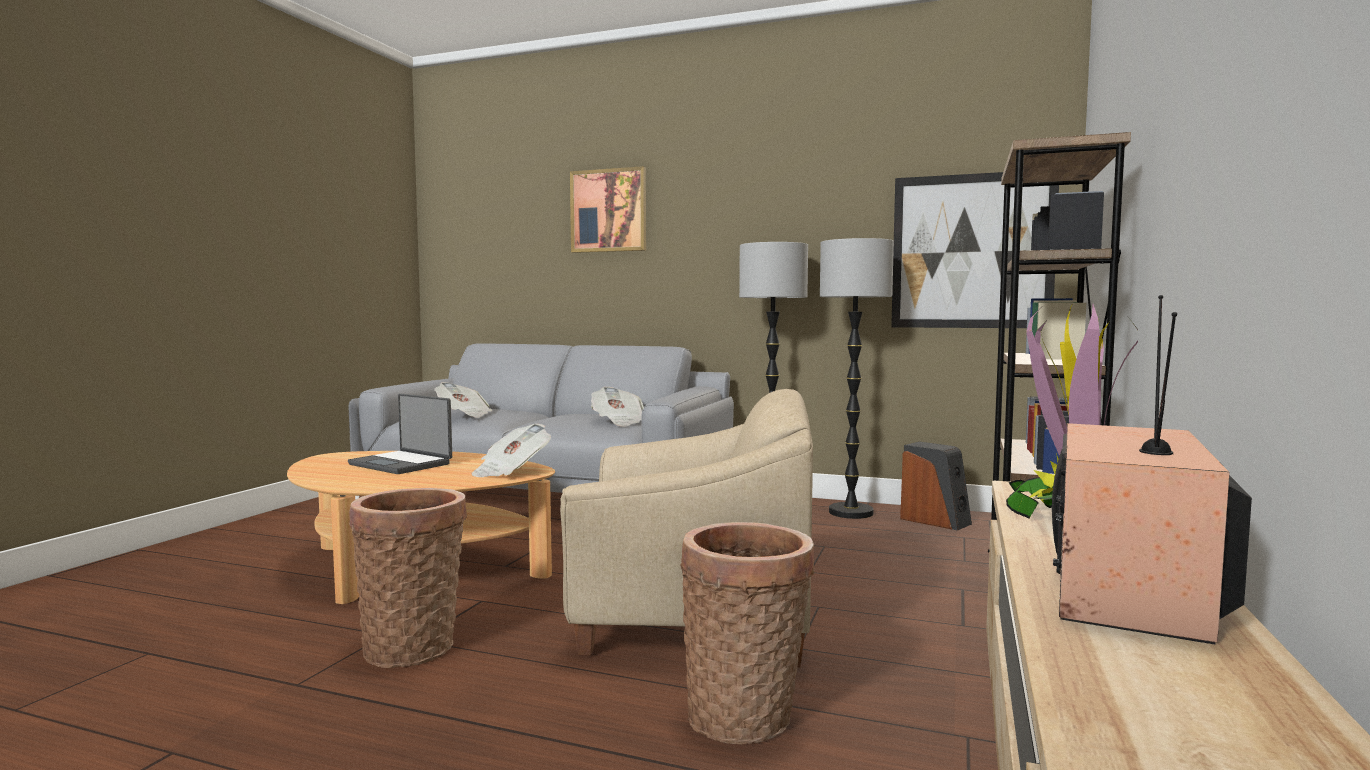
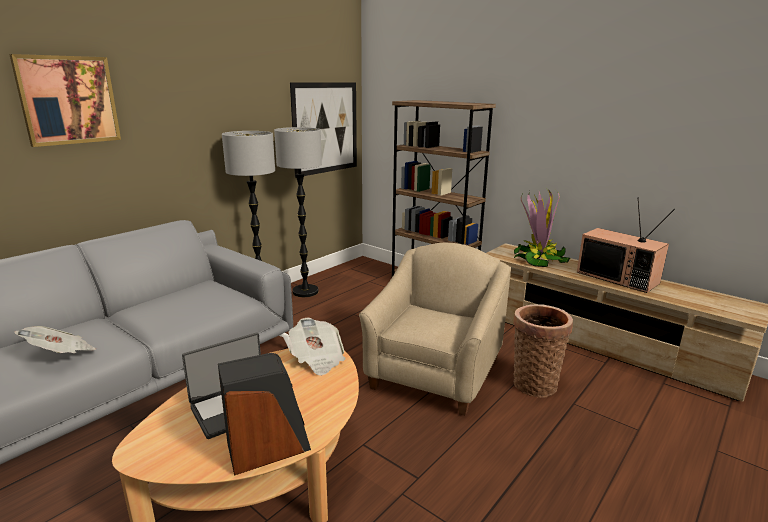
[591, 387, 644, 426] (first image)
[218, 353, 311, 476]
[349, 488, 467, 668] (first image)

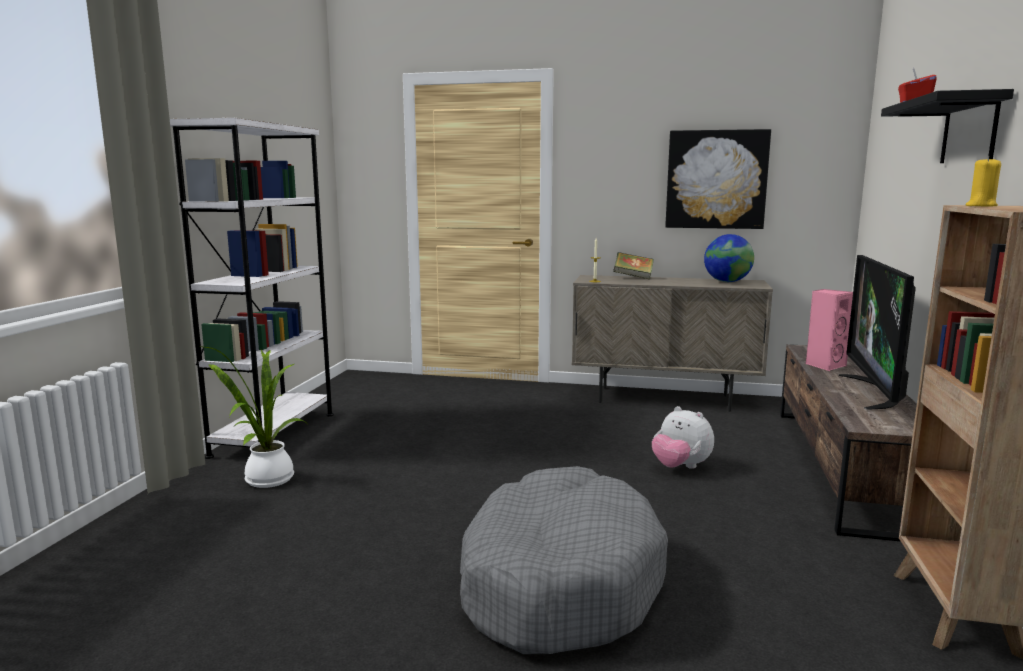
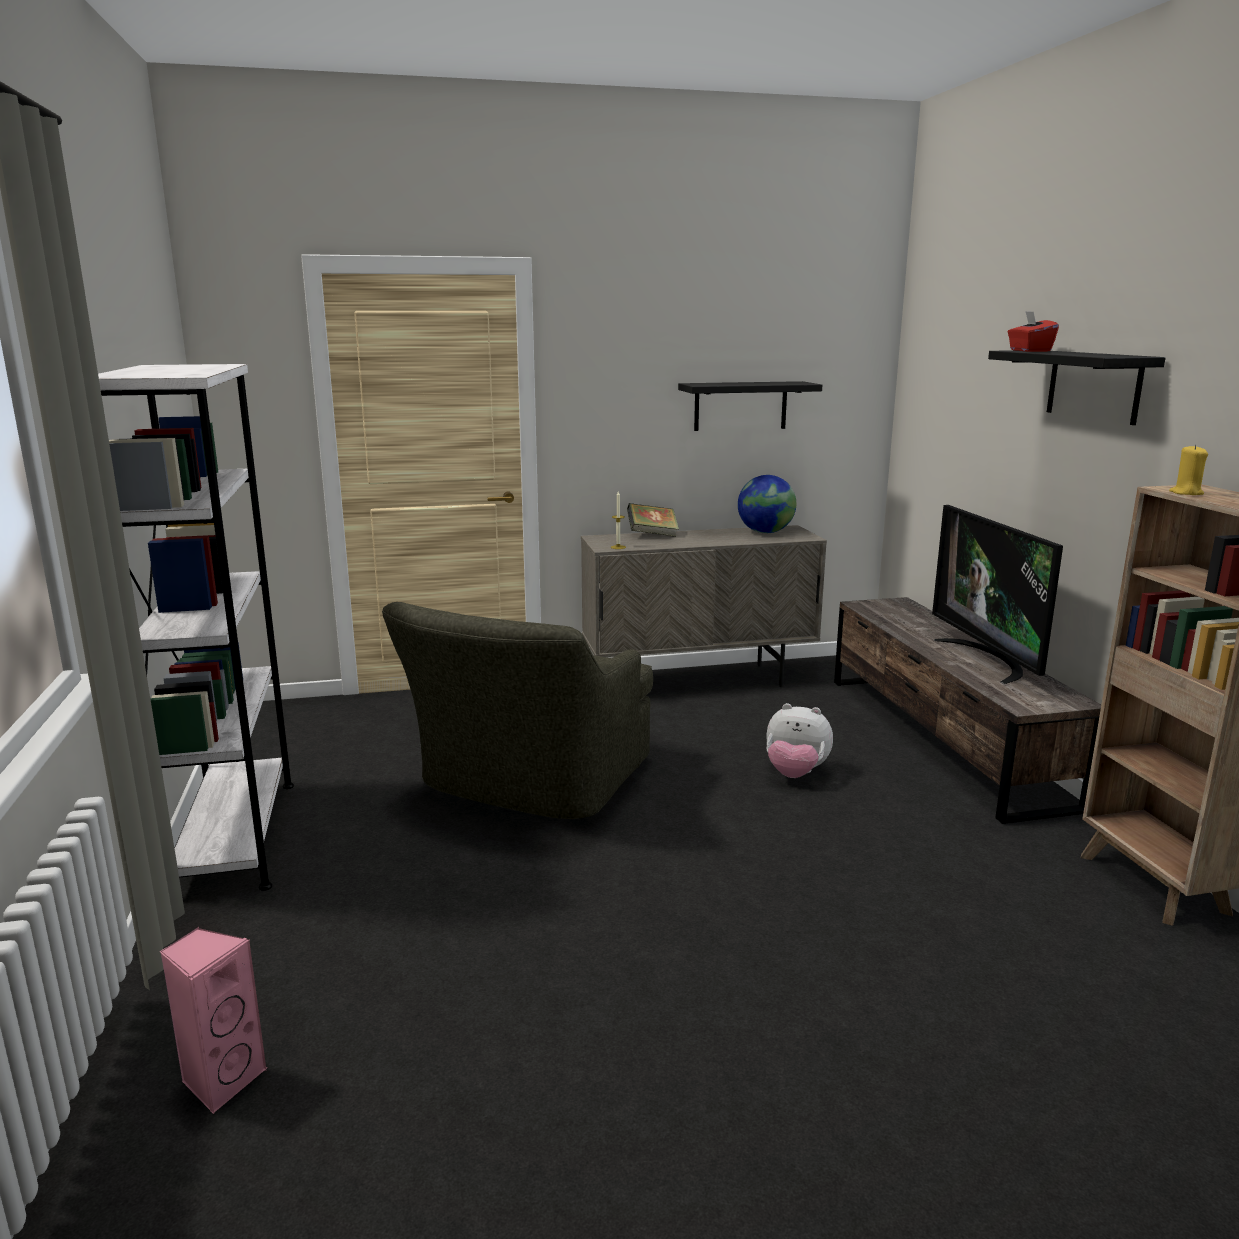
[678, 381, 822, 431]
[159, 927, 267, 1113]
[199, 346, 308, 488] (first image)
[460, 466, 668, 654] (first image)
[382, 602, 653, 819]

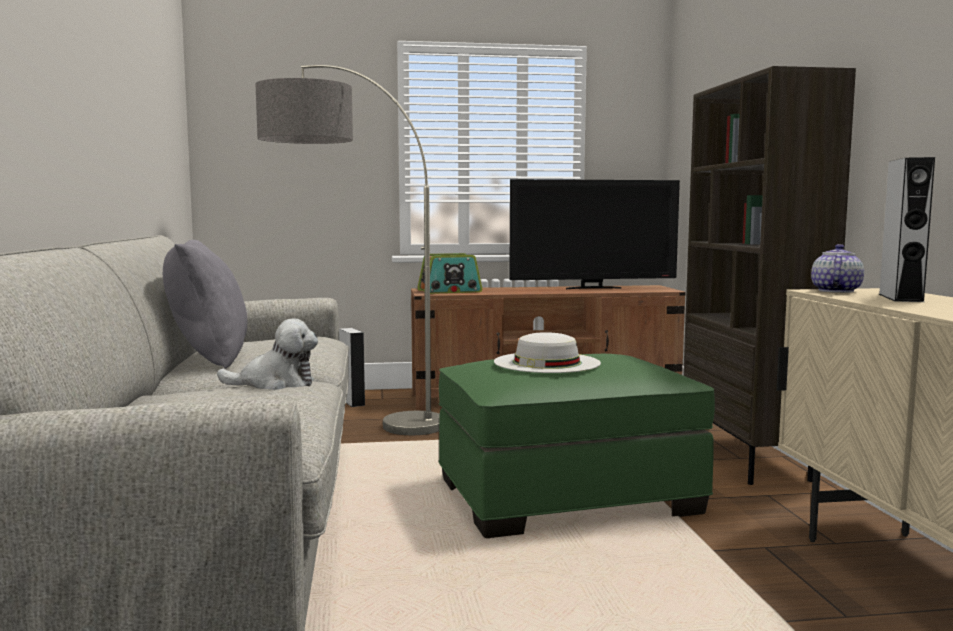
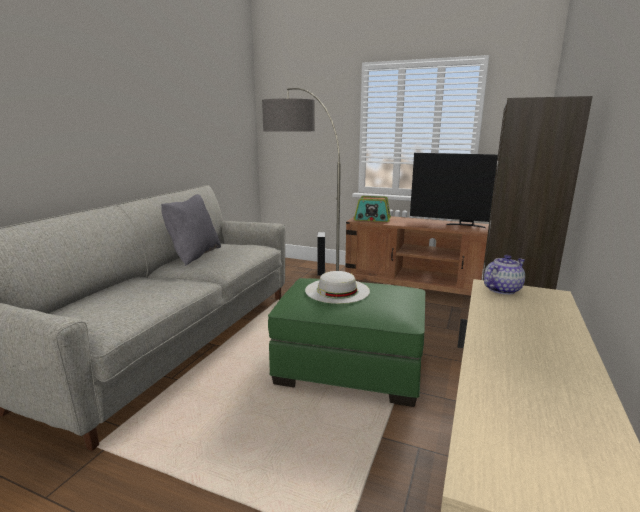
[879, 157, 935, 302] (first image)
[217, 319, 318, 390] (first image)

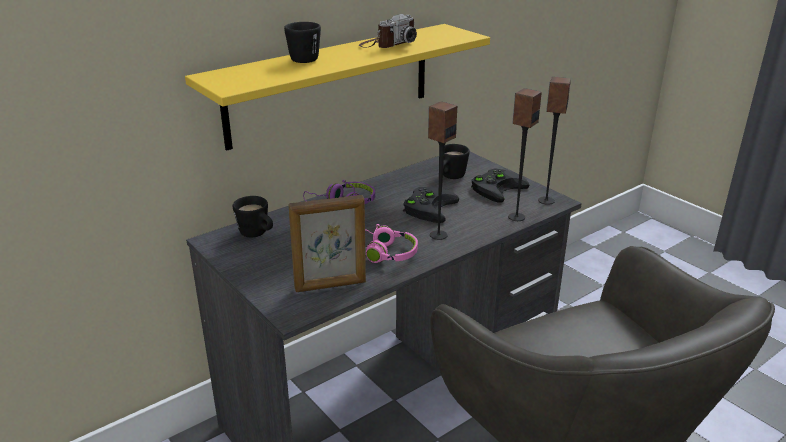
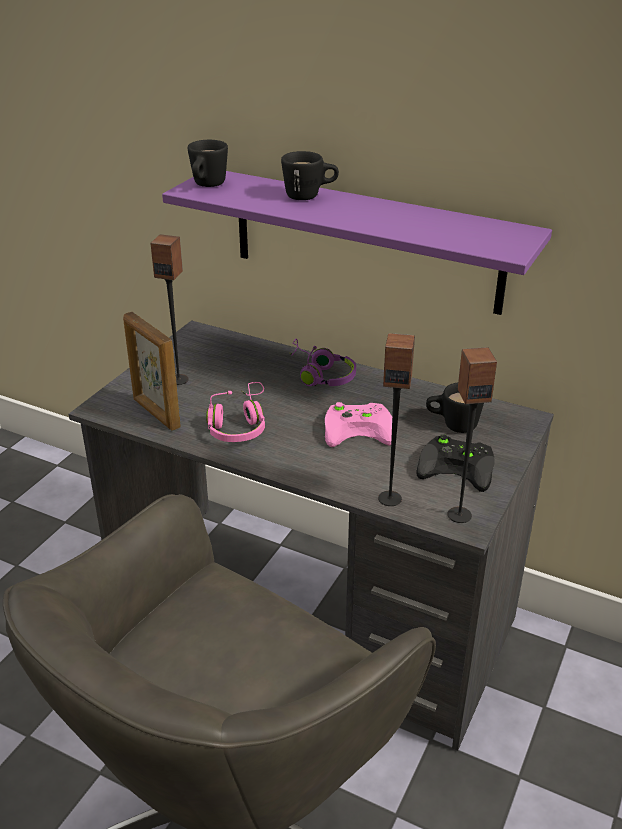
[359, 14, 417, 48] (first image)
[162, 171, 552, 315]
[150, 234, 189, 385]
[325, 402, 392, 447]
[188, 140, 228, 187]

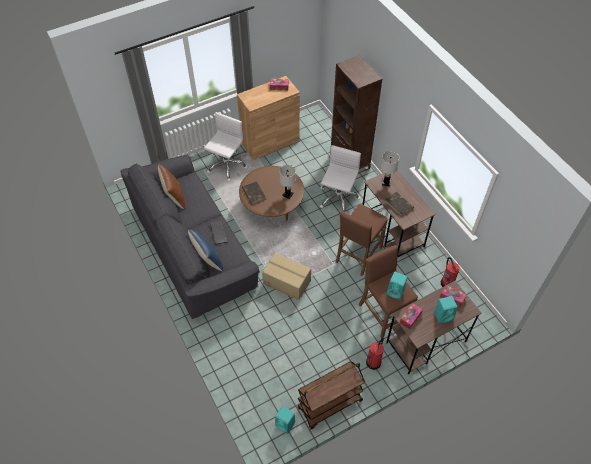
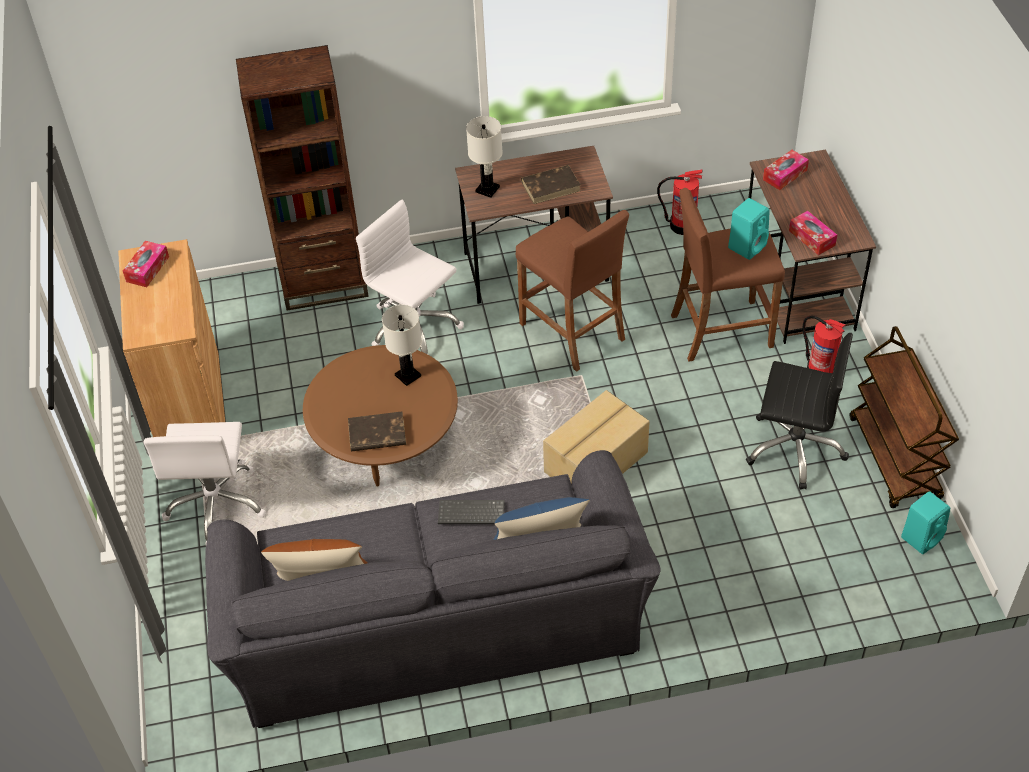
[143, 422, 266, 544]
[434, 296, 458, 324] (first image)
[746, 333, 853, 490]

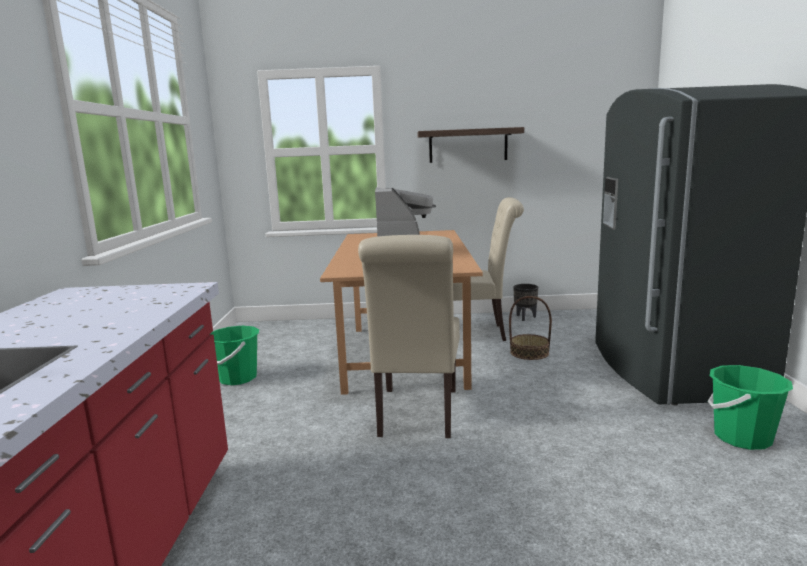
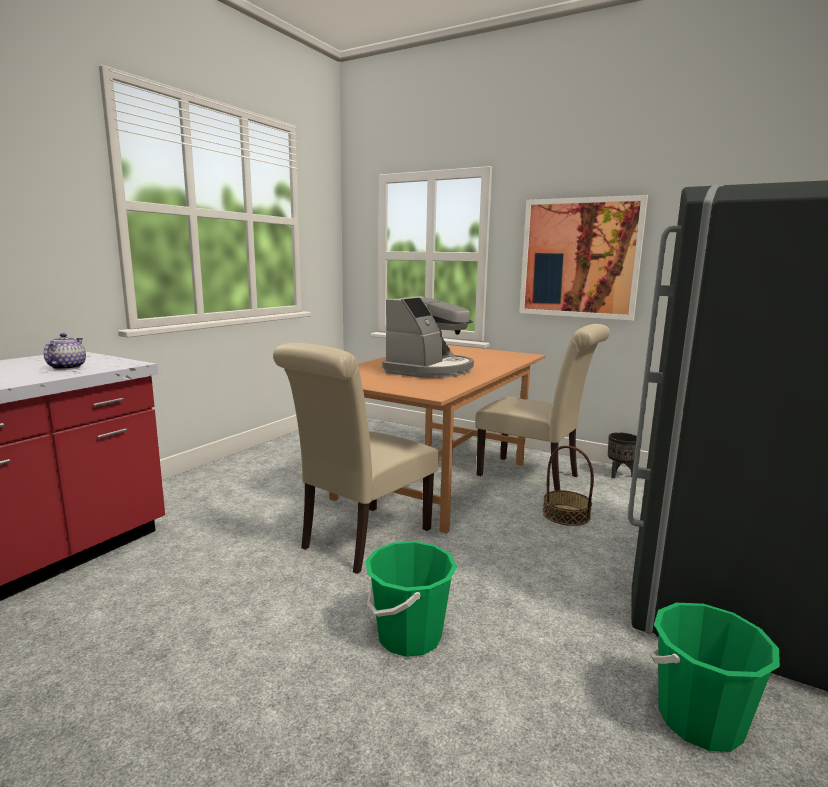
[519, 195, 648, 321]
[365, 541, 457, 657]
[44, 333, 86, 370]

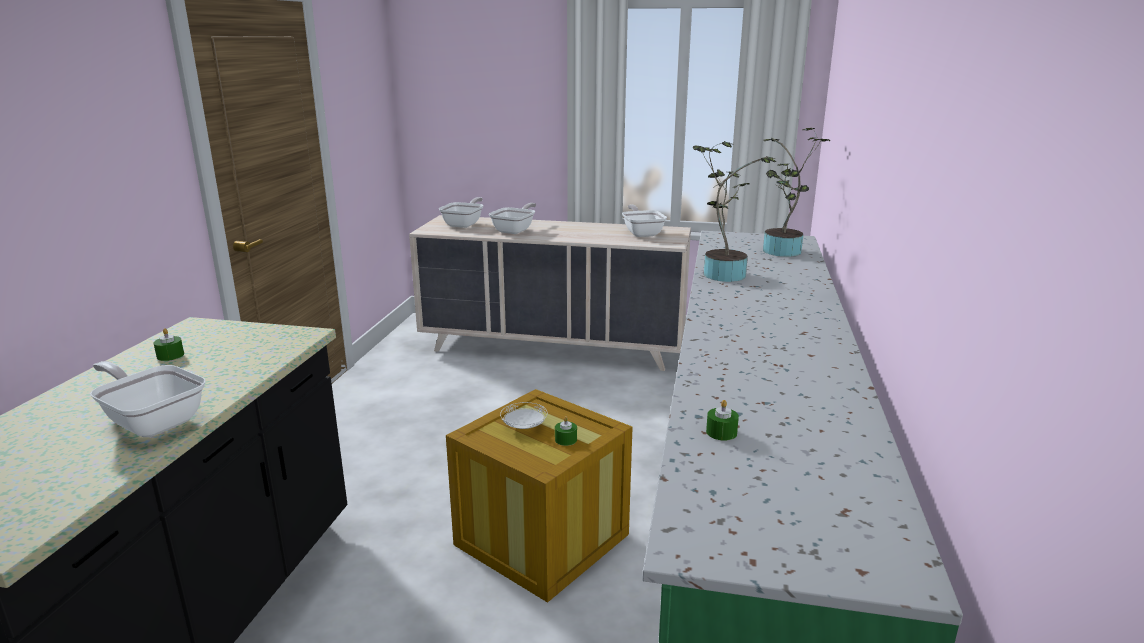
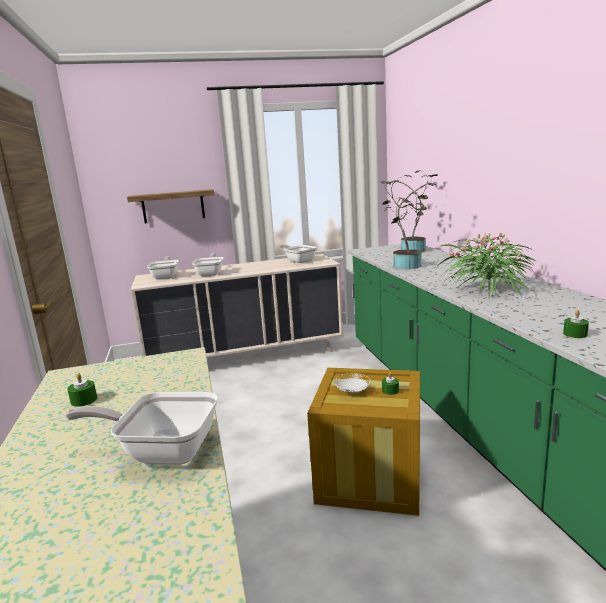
[127, 189, 214, 223]
[439, 232, 537, 298]

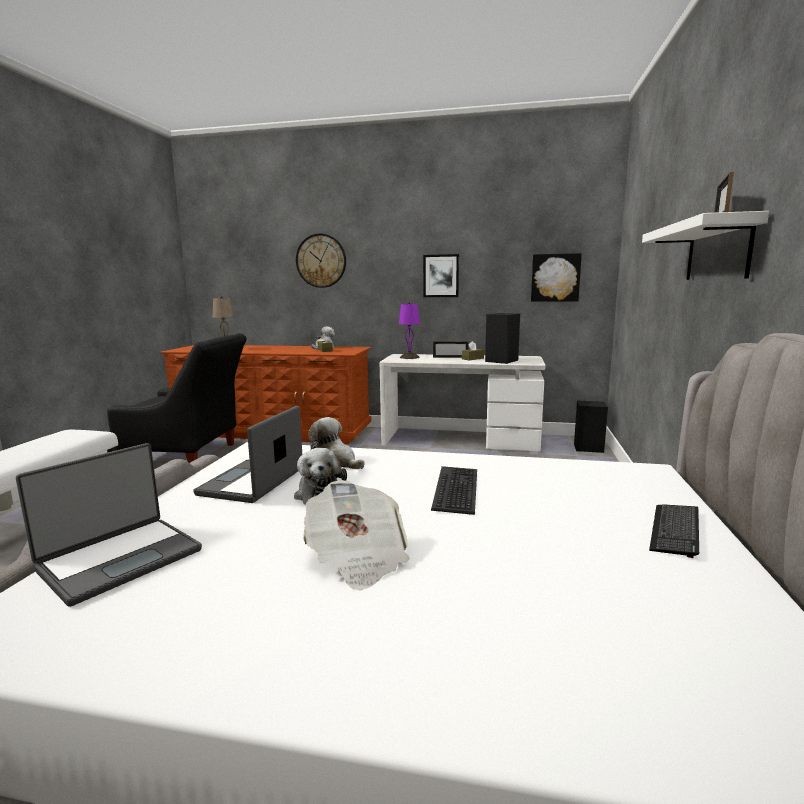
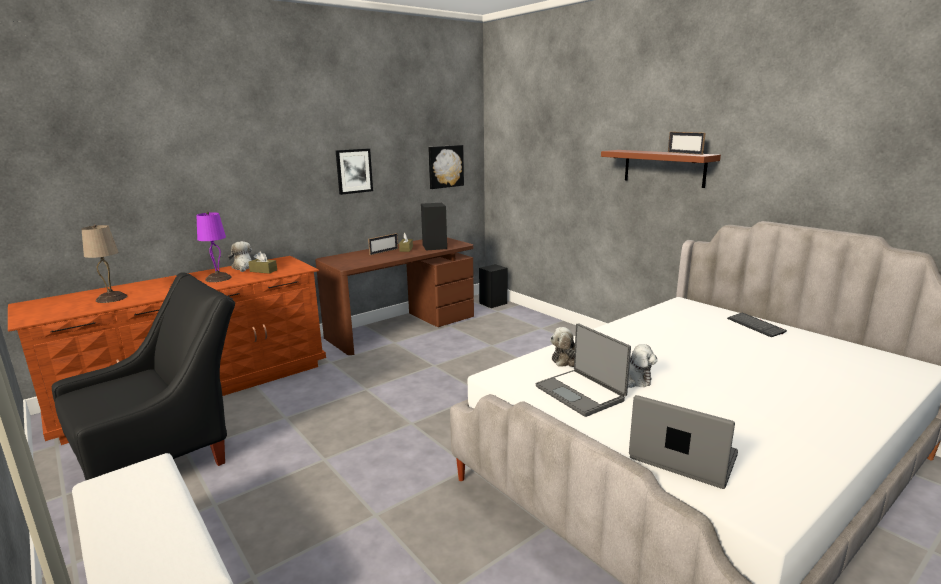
[601, 150, 721, 188]
[296, 233, 346, 288] (first image)
[196, 212, 232, 282]
[315, 237, 474, 355]
[629, 395, 738, 489]
[431, 466, 477, 515] (first image)
[303, 480, 410, 591] (first image)

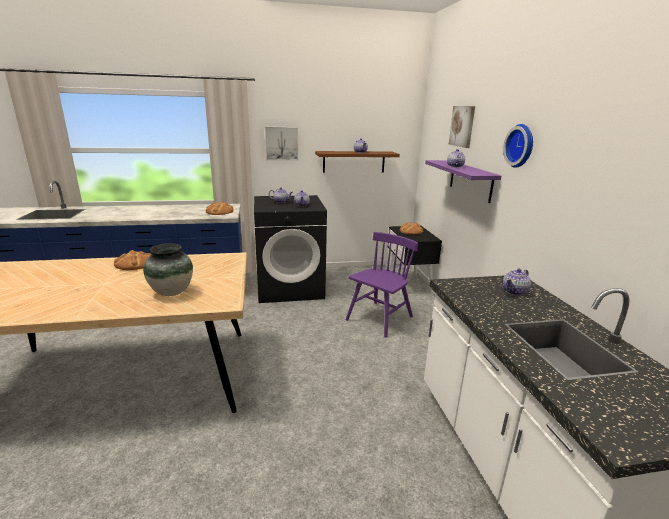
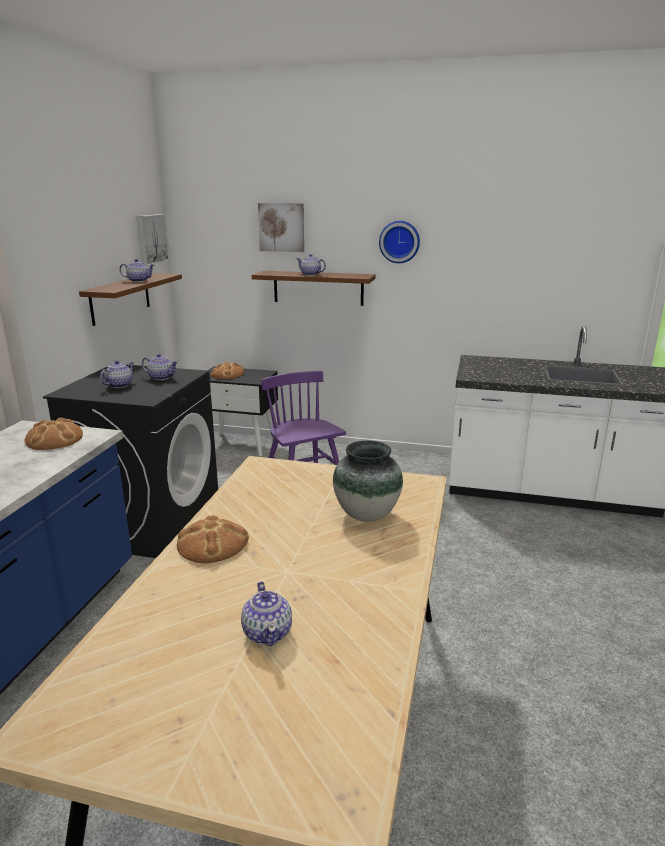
[136, 214, 170, 266]
[252, 271, 376, 306]
[241, 581, 292, 646]

